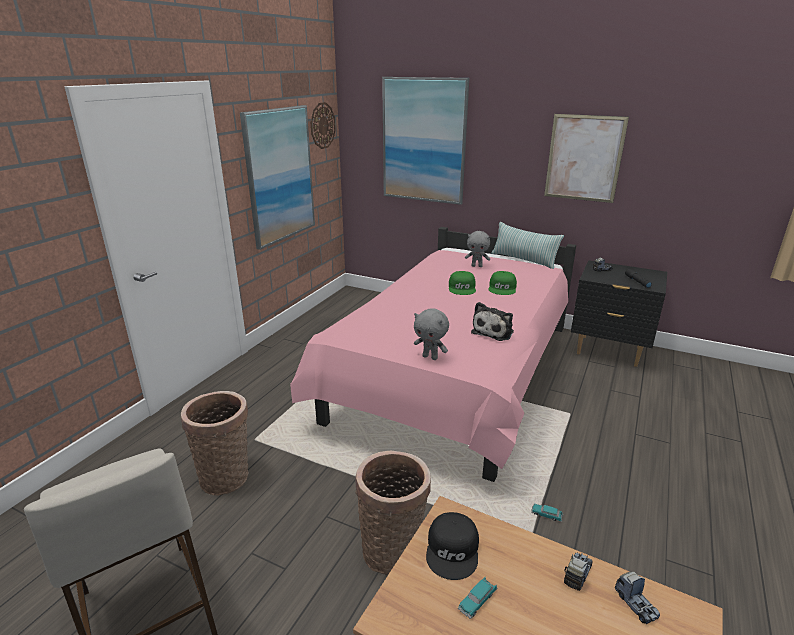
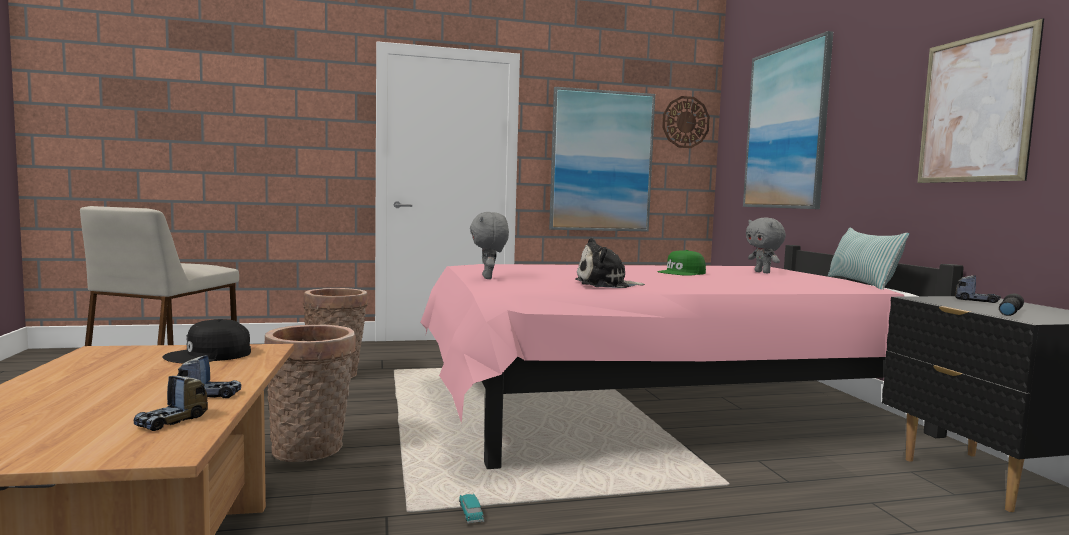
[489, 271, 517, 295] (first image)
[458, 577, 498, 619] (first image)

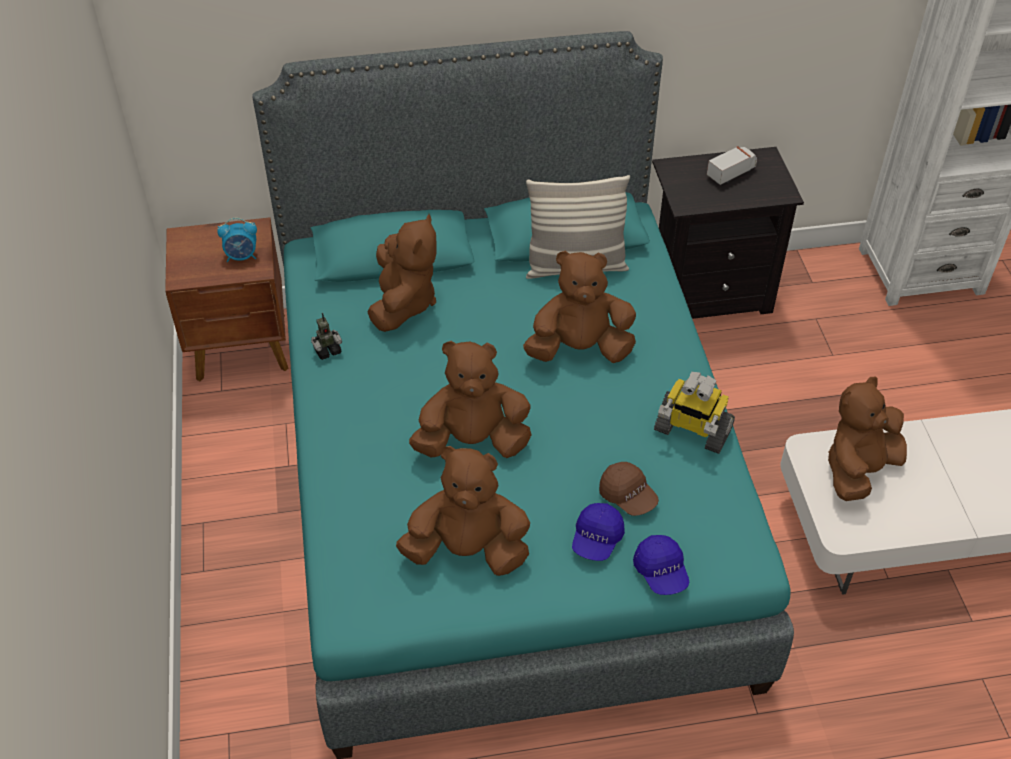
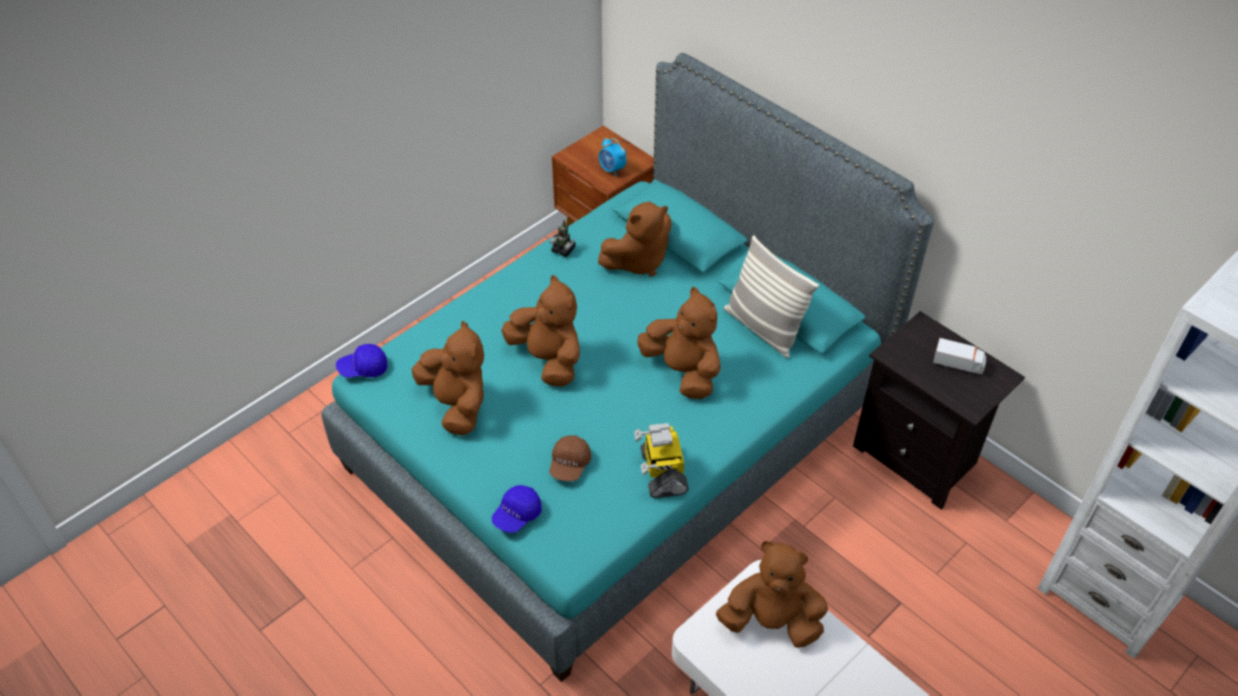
[336, 344, 388, 378]

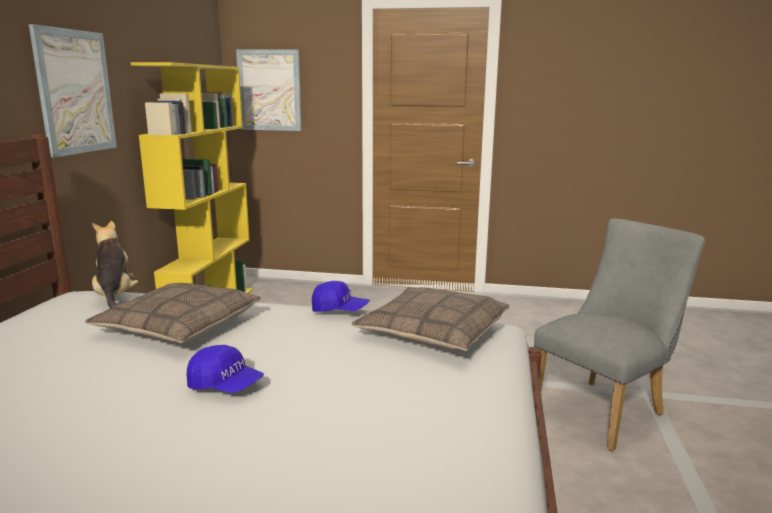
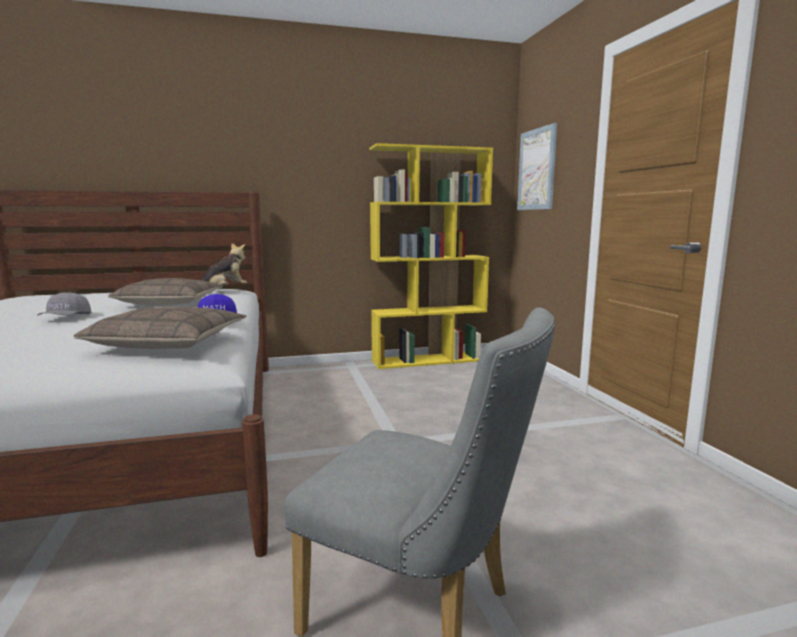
[29, 24, 117, 158] (first image)
[37, 292, 91, 316]

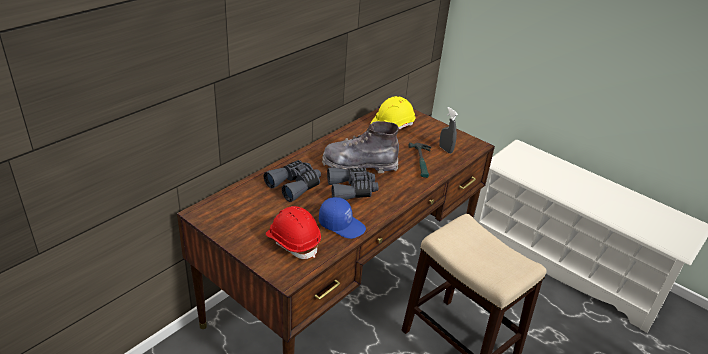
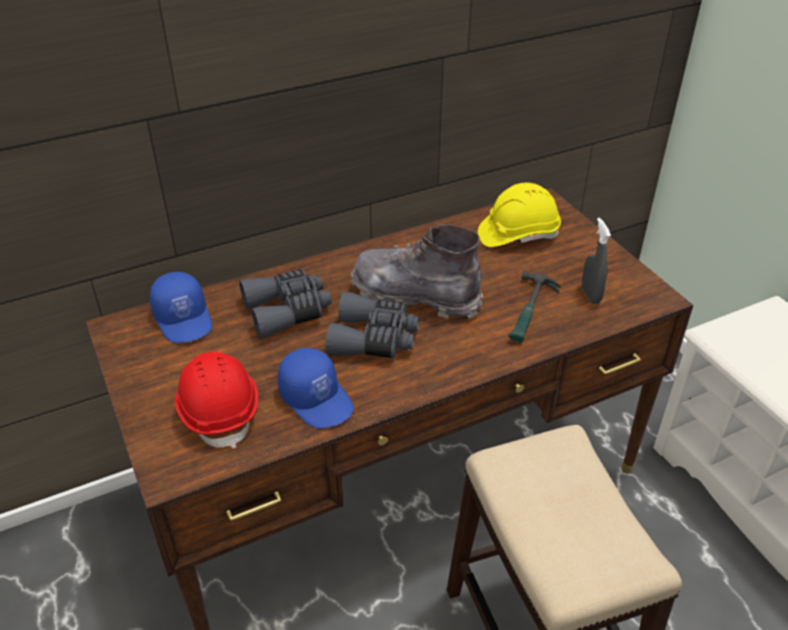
[150, 272, 212, 343]

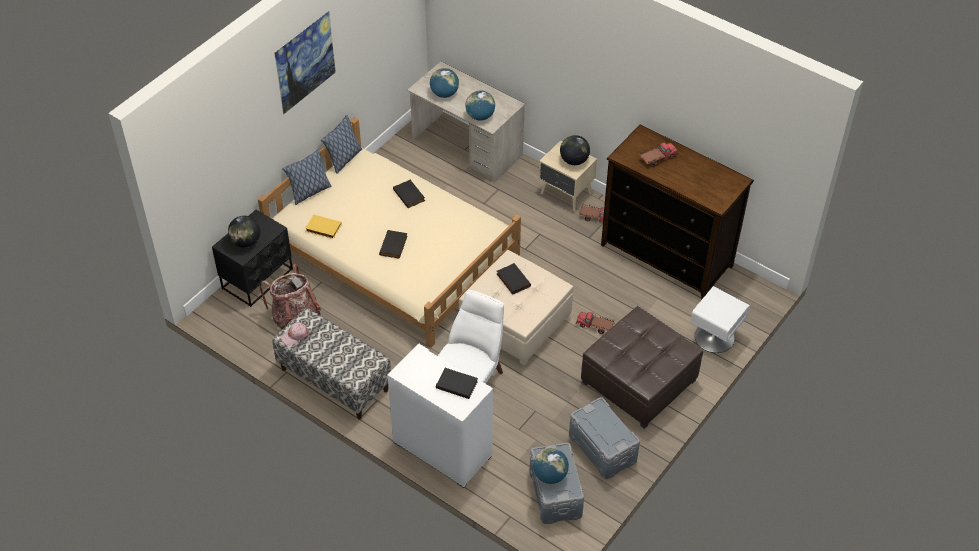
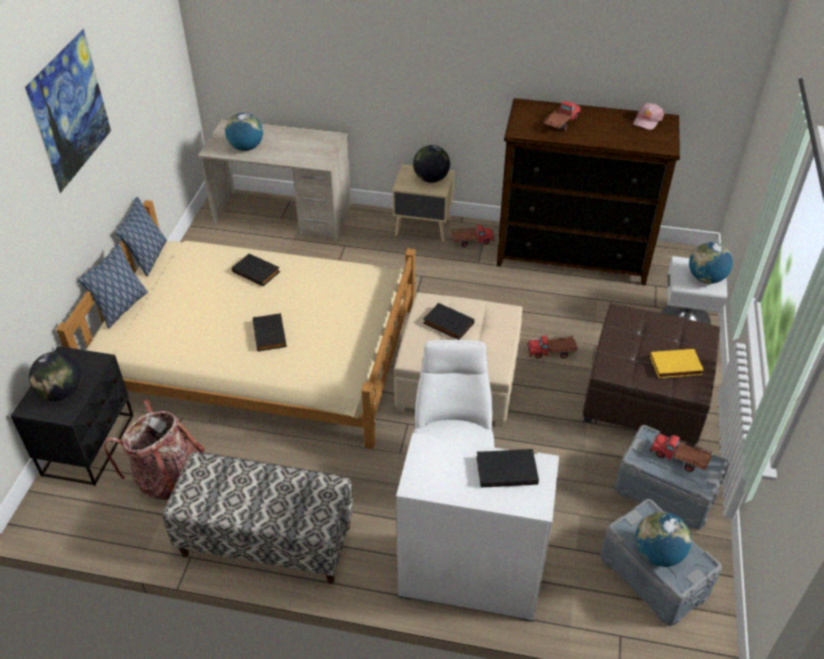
[689, 242, 733, 284]
[650, 349, 704, 378]
[633, 103, 664, 130]
[649, 434, 712, 472]

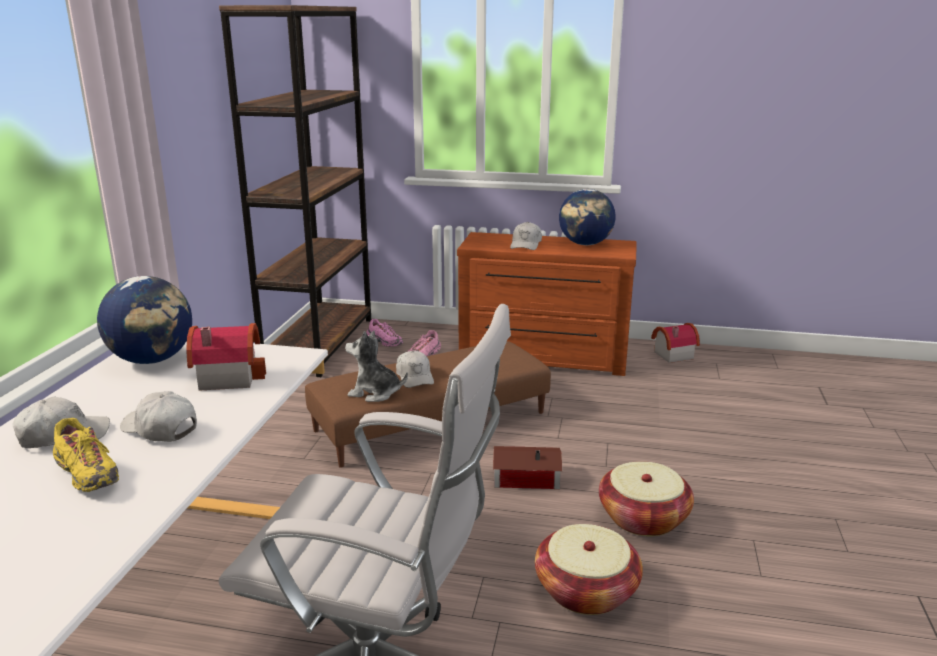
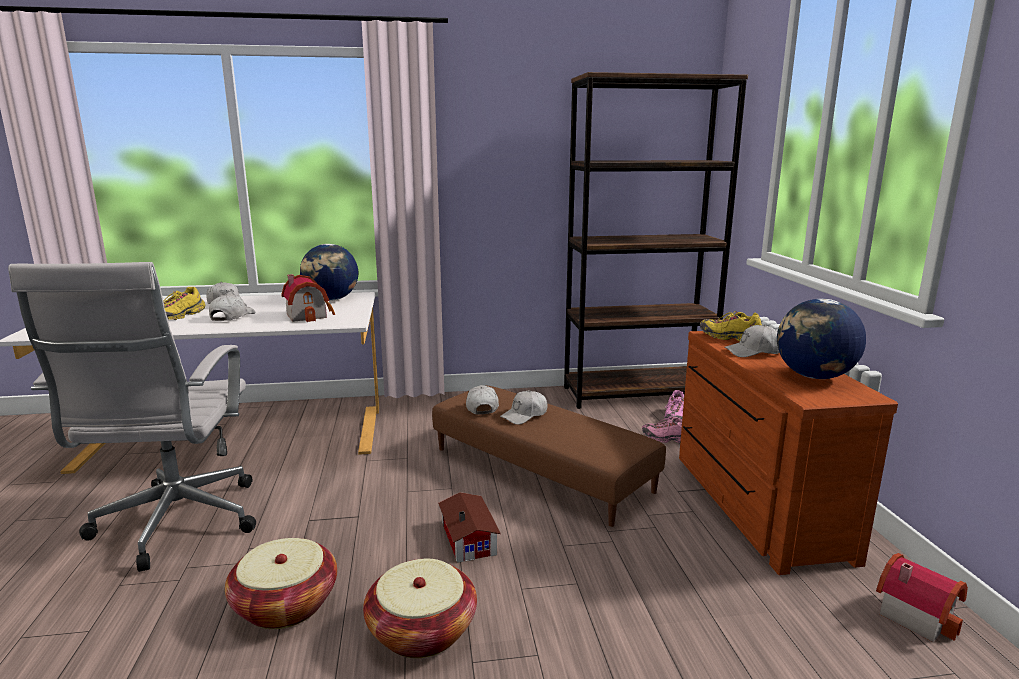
[466, 385, 499, 414]
[700, 311, 762, 341]

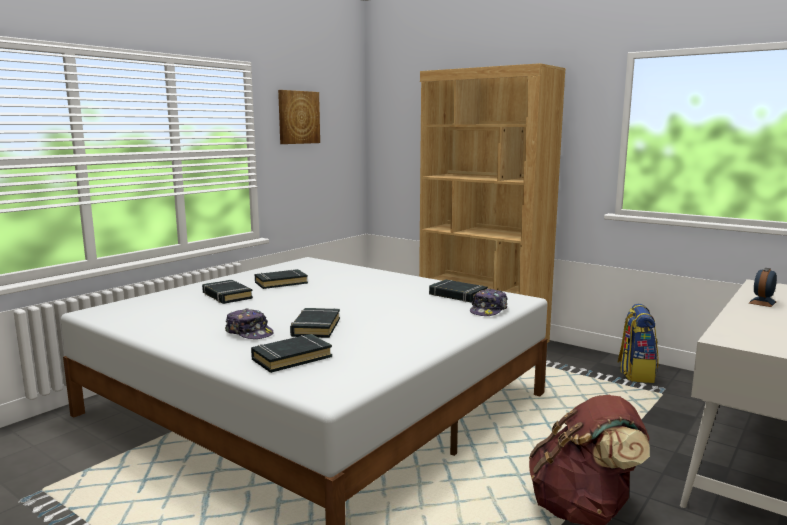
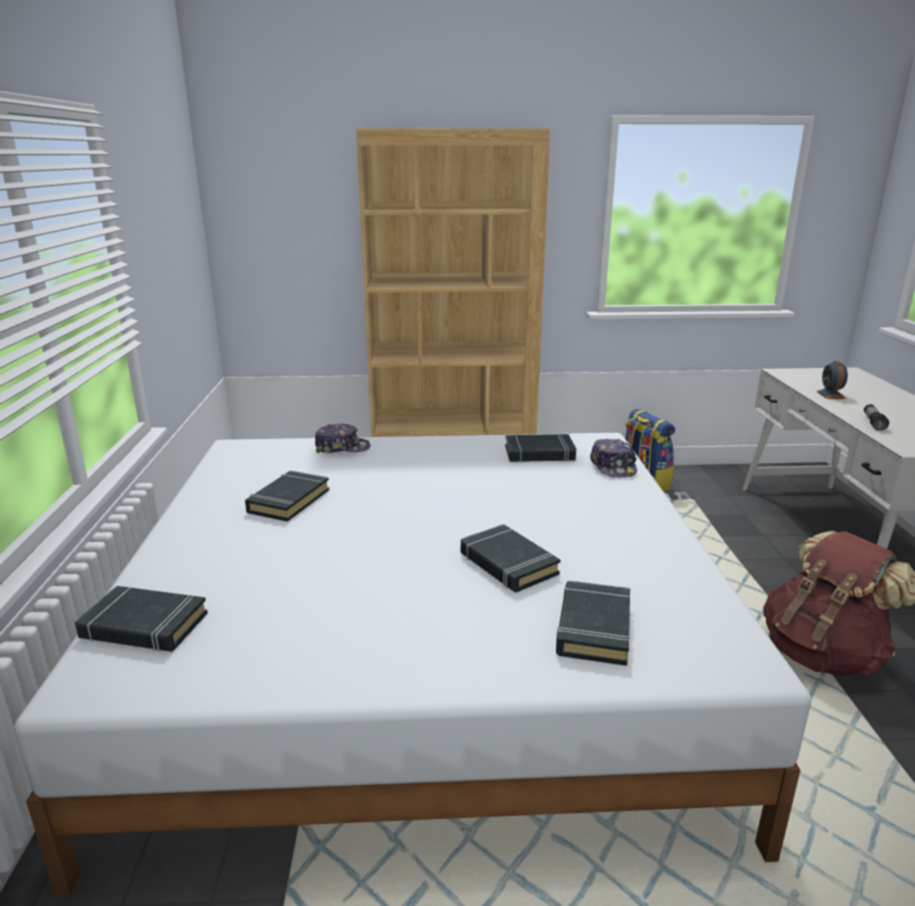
[278, 90, 320, 144] (first image)
[75, 586, 208, 652]
[315, 423, 371, 453]
[864, 404, 889, 431]

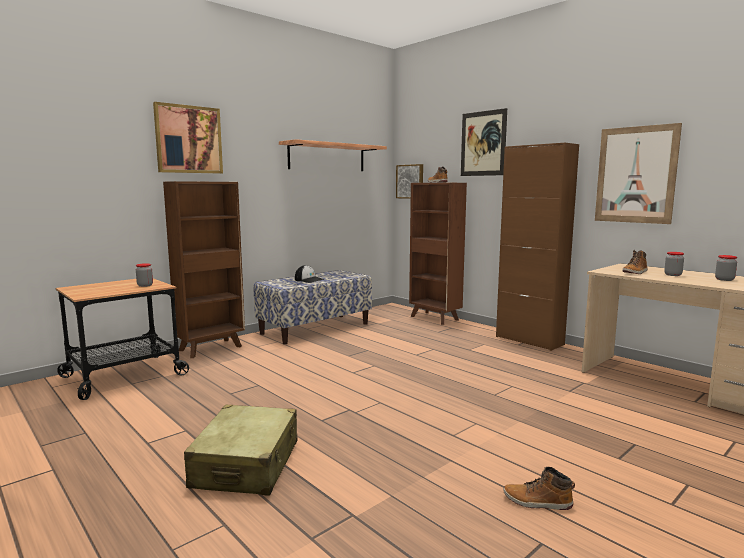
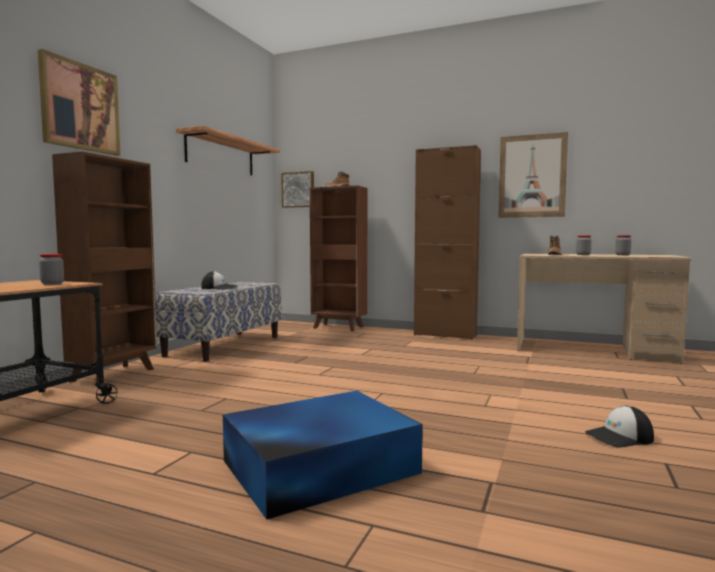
[461, 108, 507, 176] (first image)
[223, 391, 423, 520]
[585, 406, 654, 447]

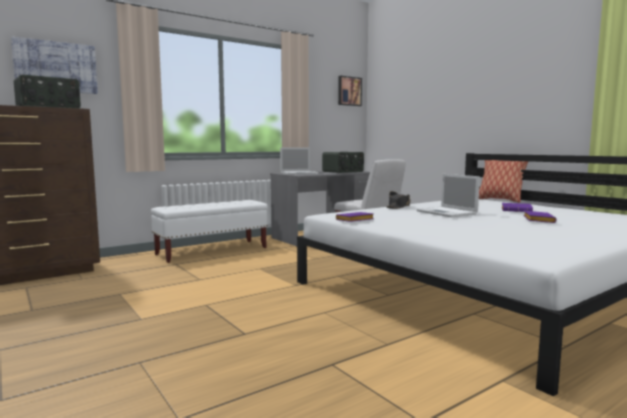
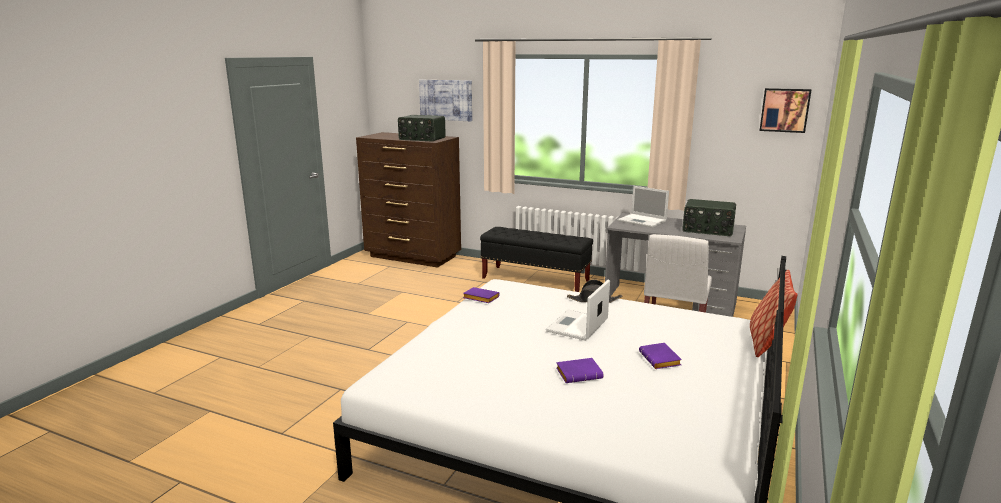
[480, 227, 593, 292]

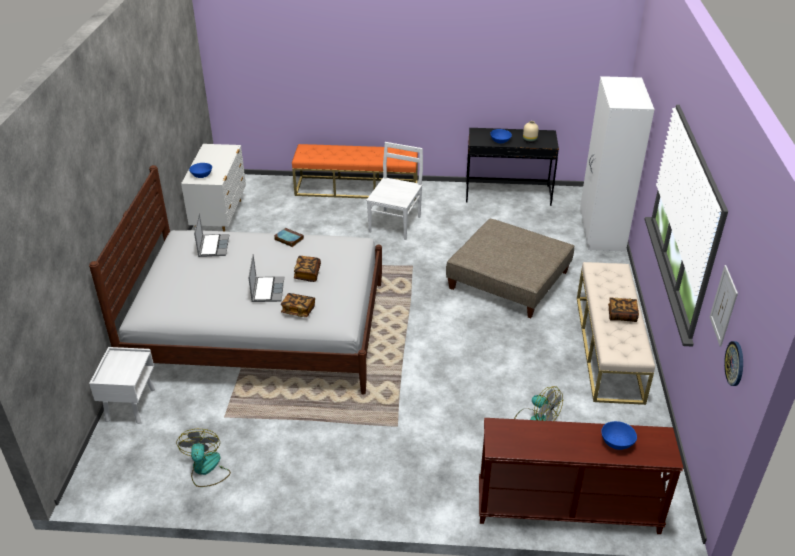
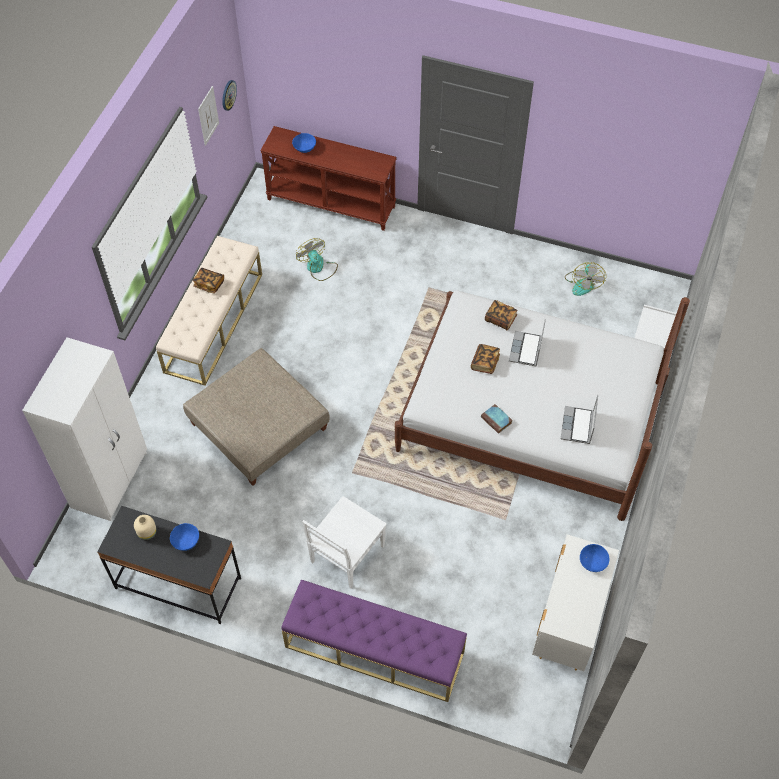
[281, 580, 467, 702]

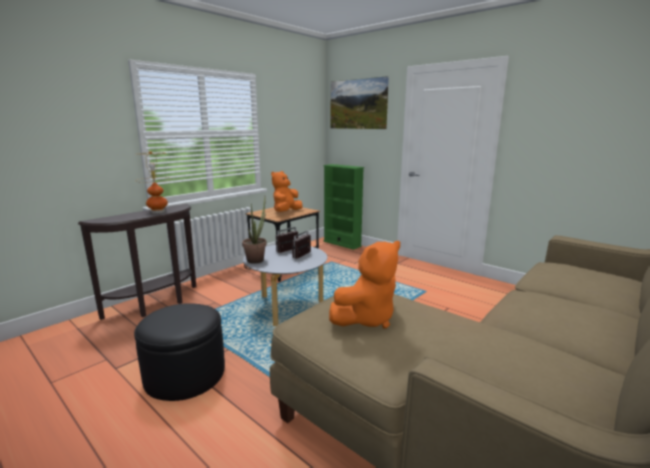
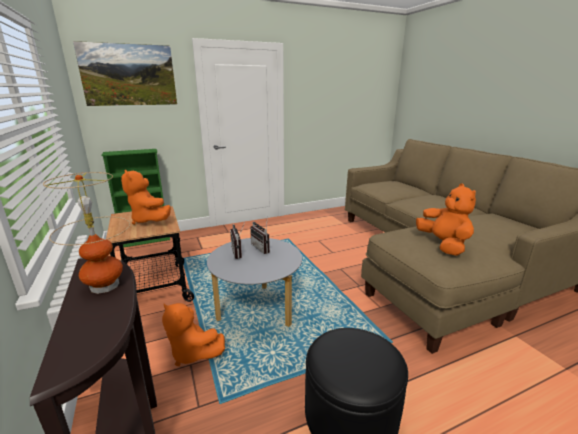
[242, 197, 267, 264] (first image)
[162, 303, 225, 366]

